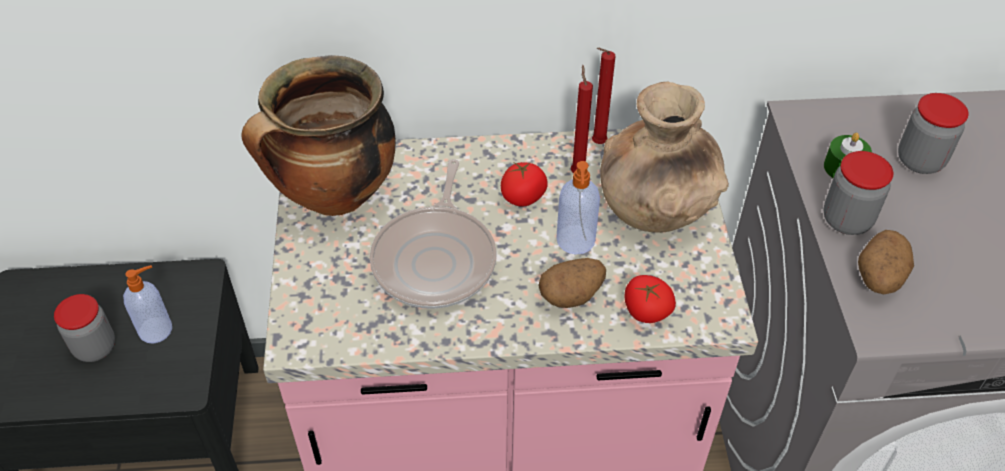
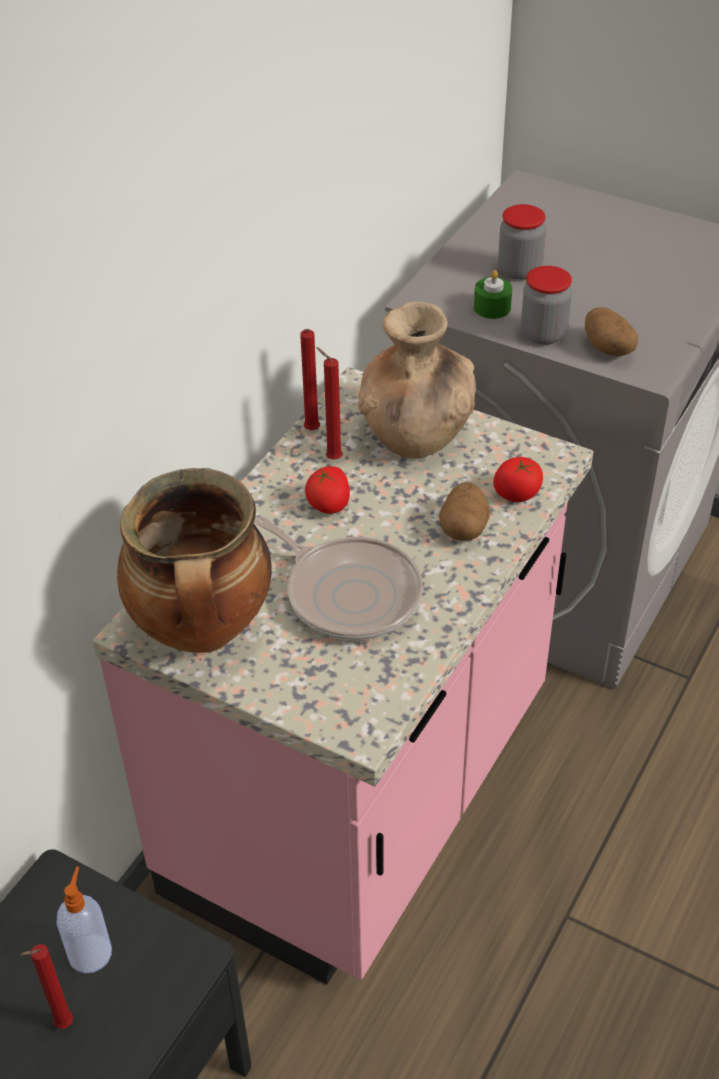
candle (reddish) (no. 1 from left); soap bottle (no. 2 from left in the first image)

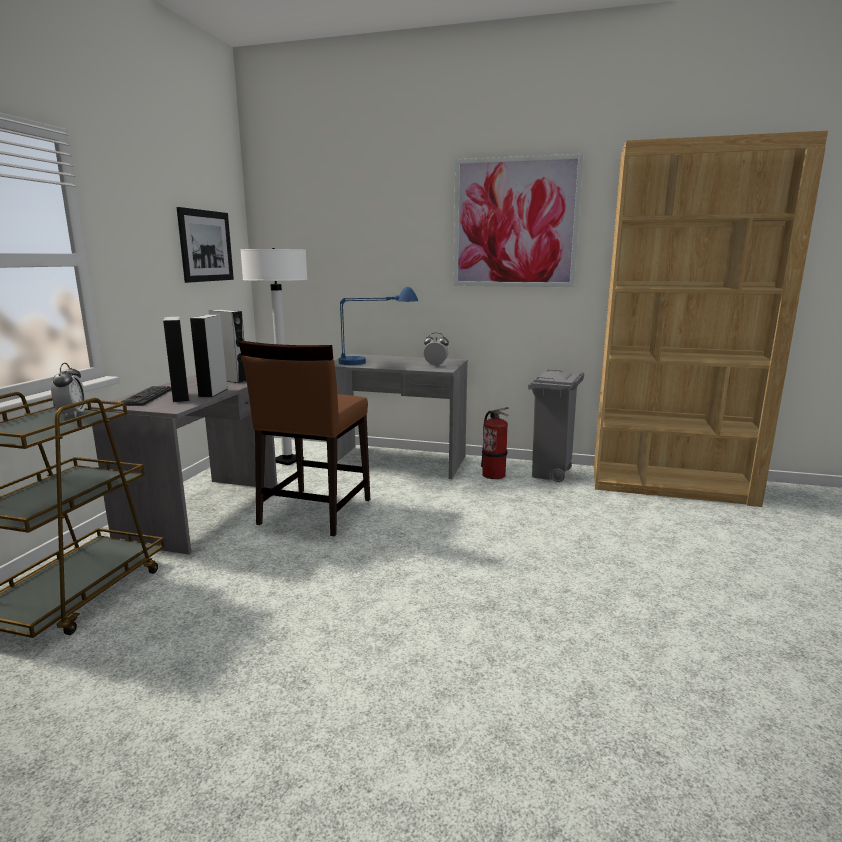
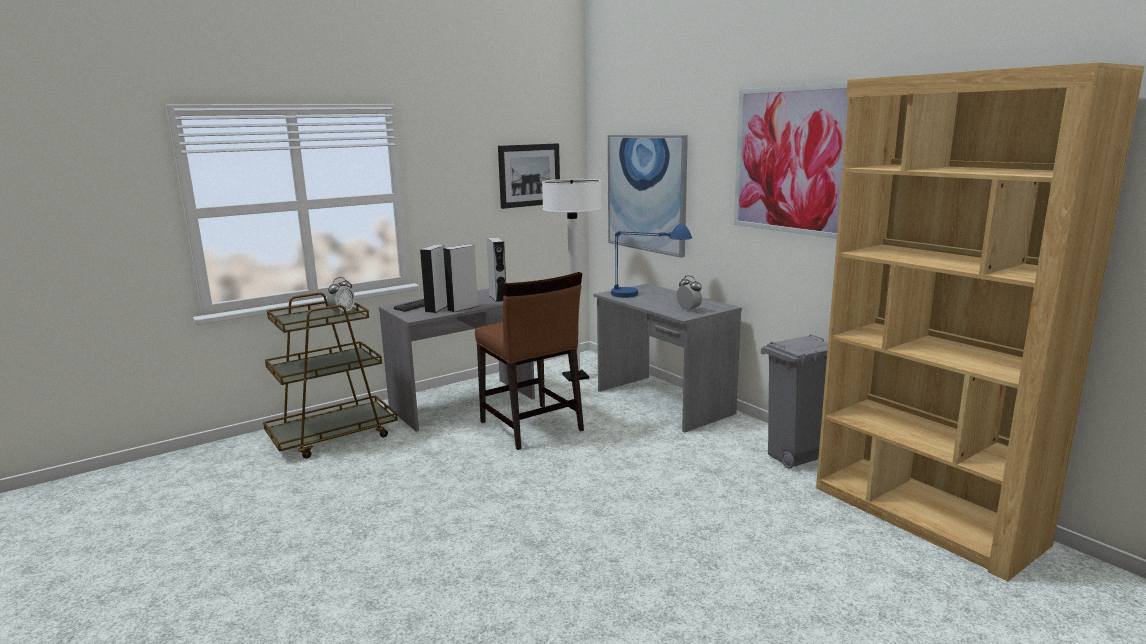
upright chair (brown-coloured); wall picture (no. 2 from left); fire extinguisher

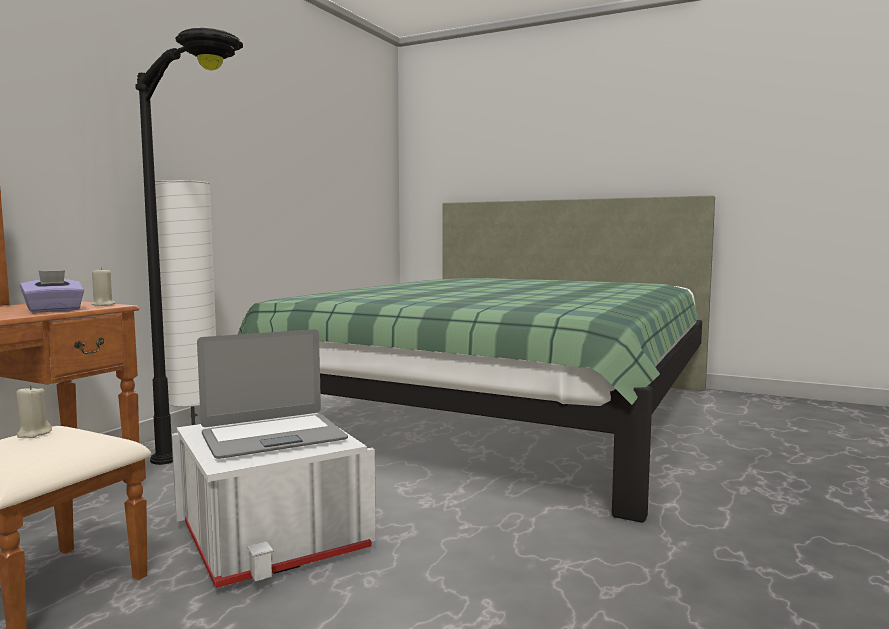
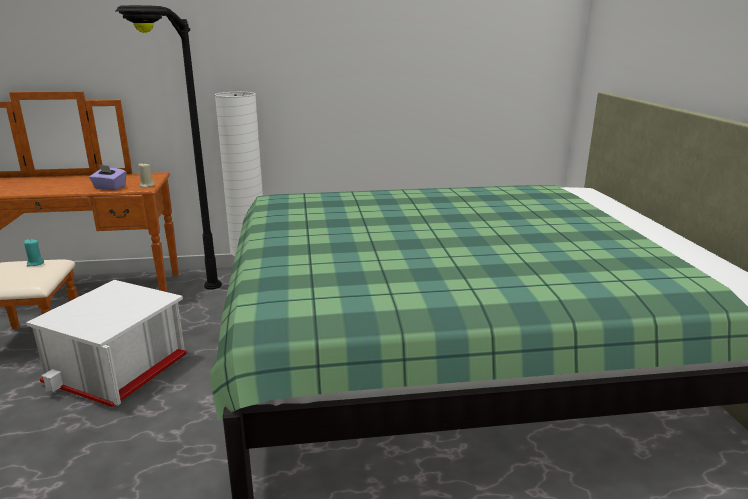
candle (blue-green); portable computer

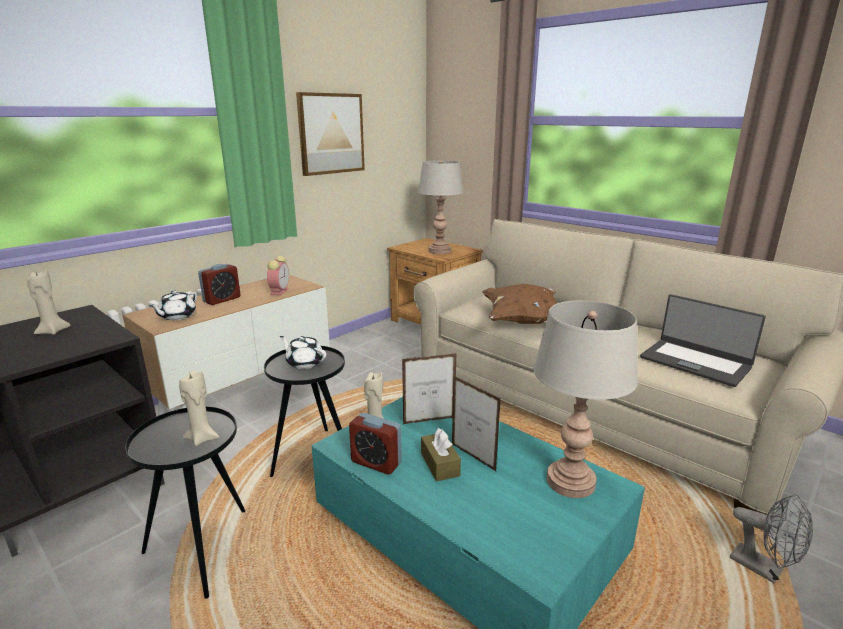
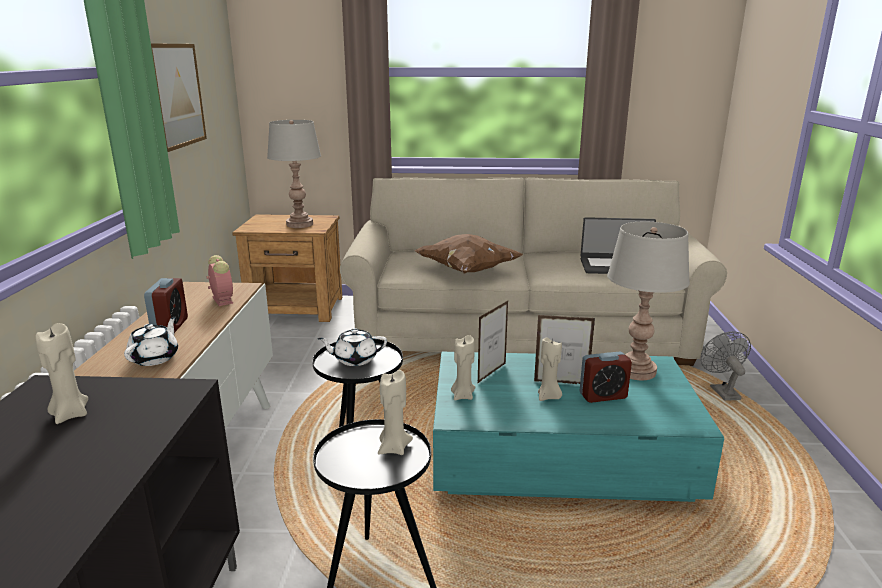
pot for tea (white-coloured) (no. 1 from left); candle (beige-coloured) (no. 4 from left); alarm clock (no. 3 from left); fan (greyish)

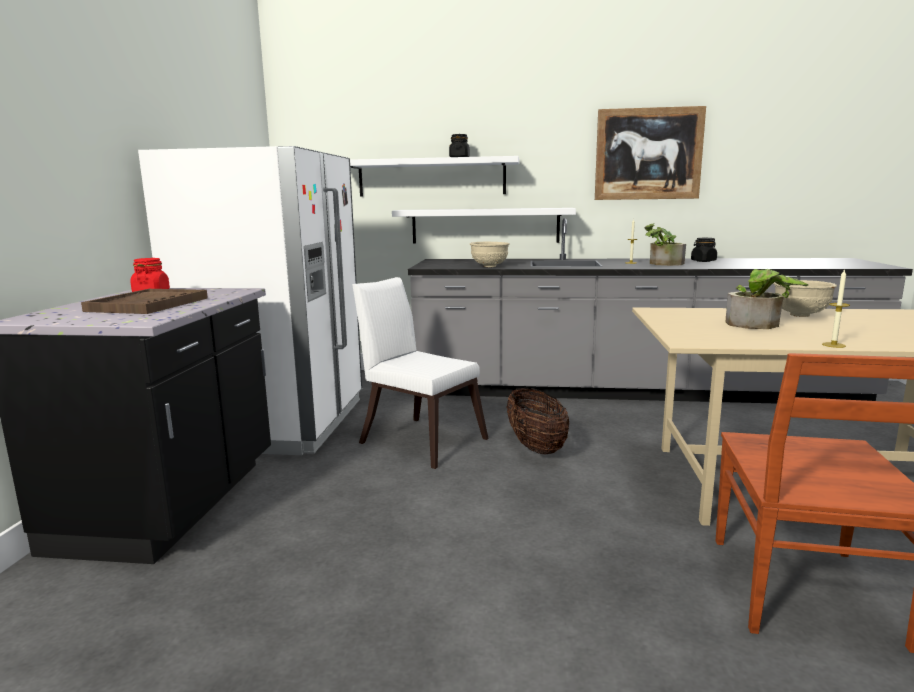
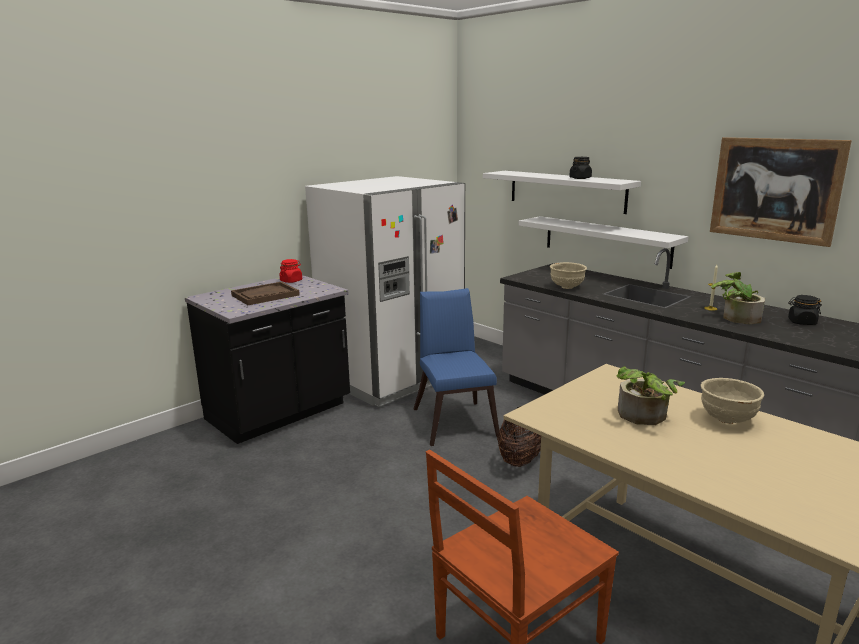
upright chair (blue); candle (no. 2 from left in the first image)

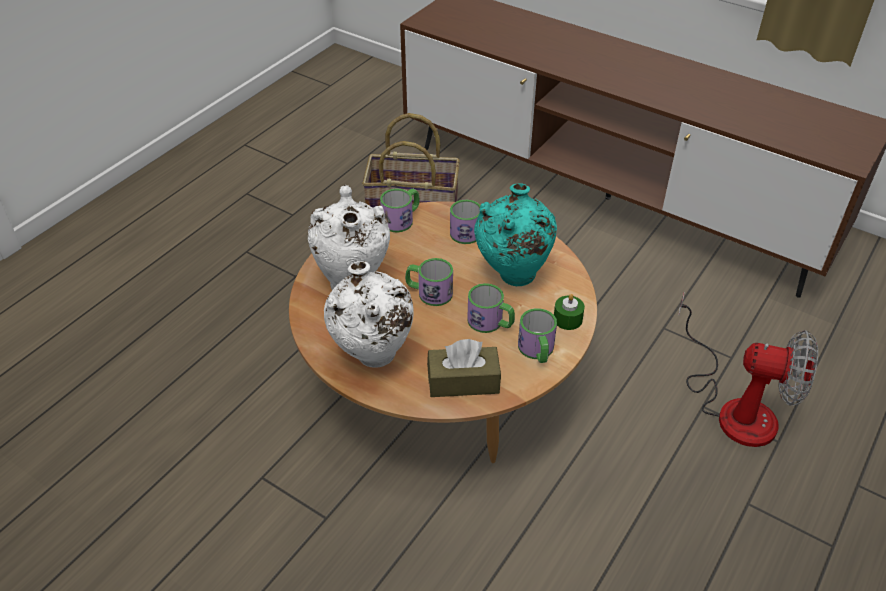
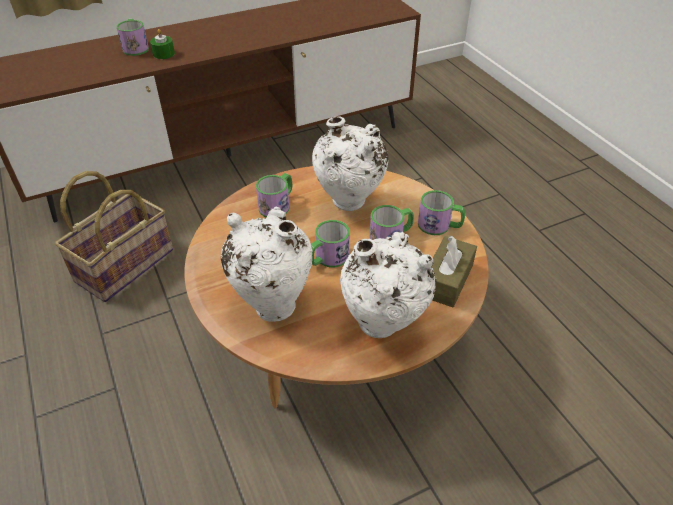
coffee mug (no. 1 from left); candle (greenish); vase (white-coloured) (no. 2 from left); fan

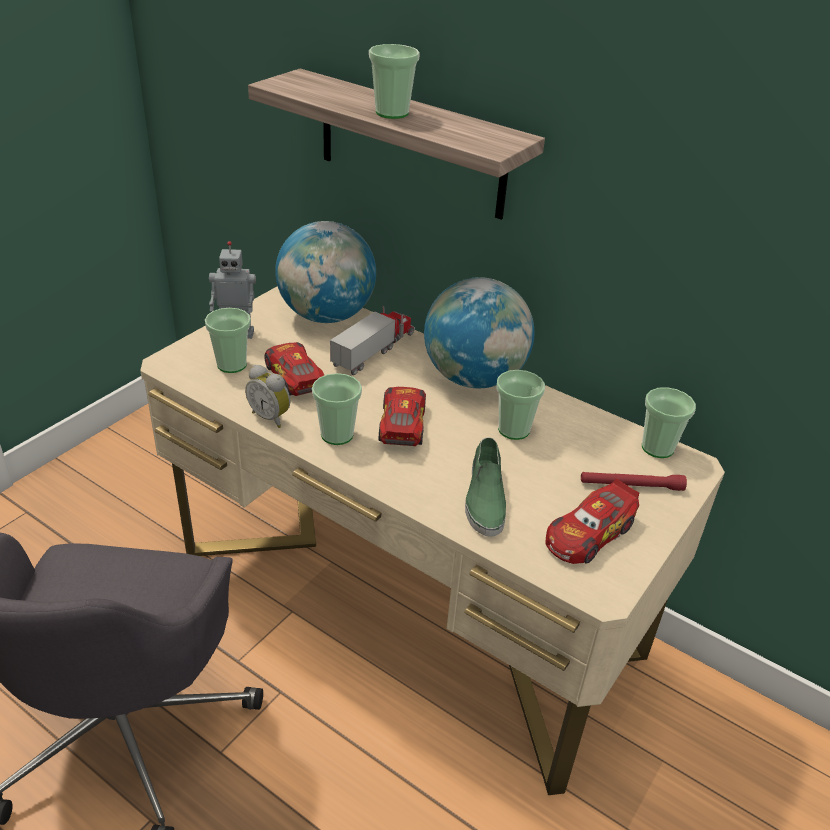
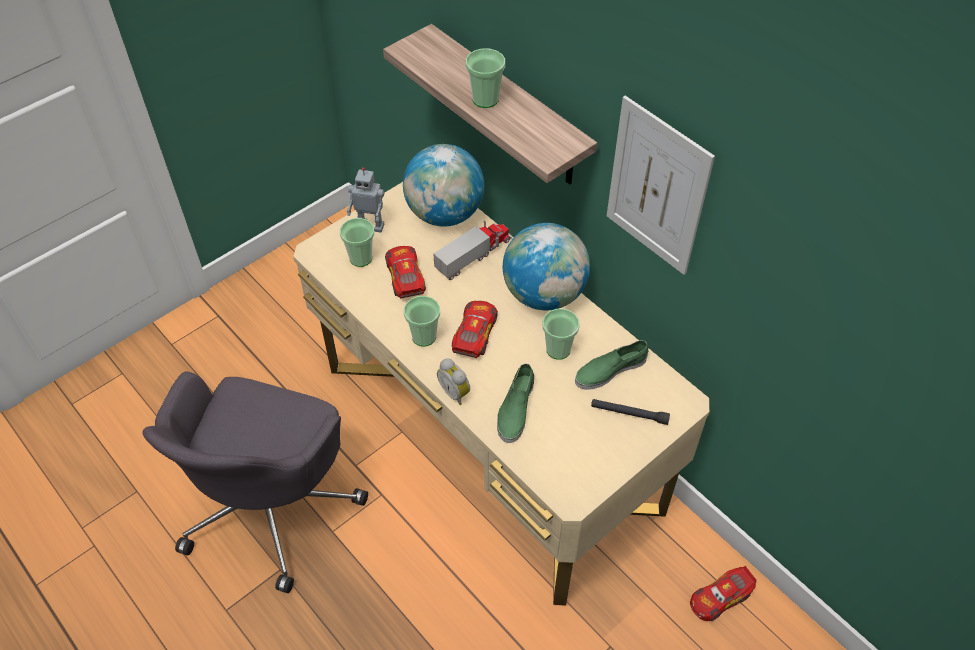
alarm clock; low shoe (greenish) (no. 2 from left); hand torch (blackish); wall picture; miniature car (no. 3 from left); small cup (no. 5 from left in the first image)

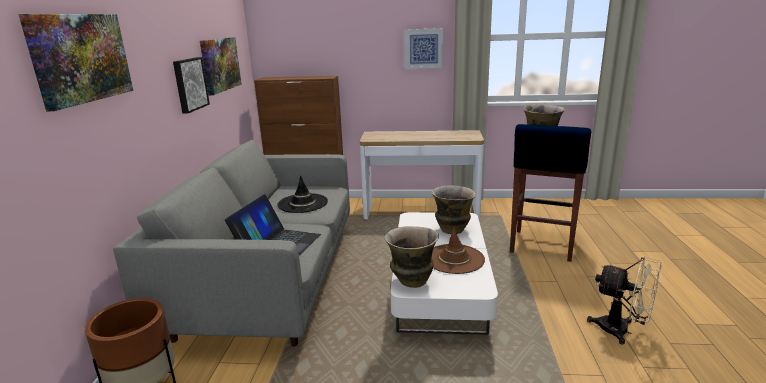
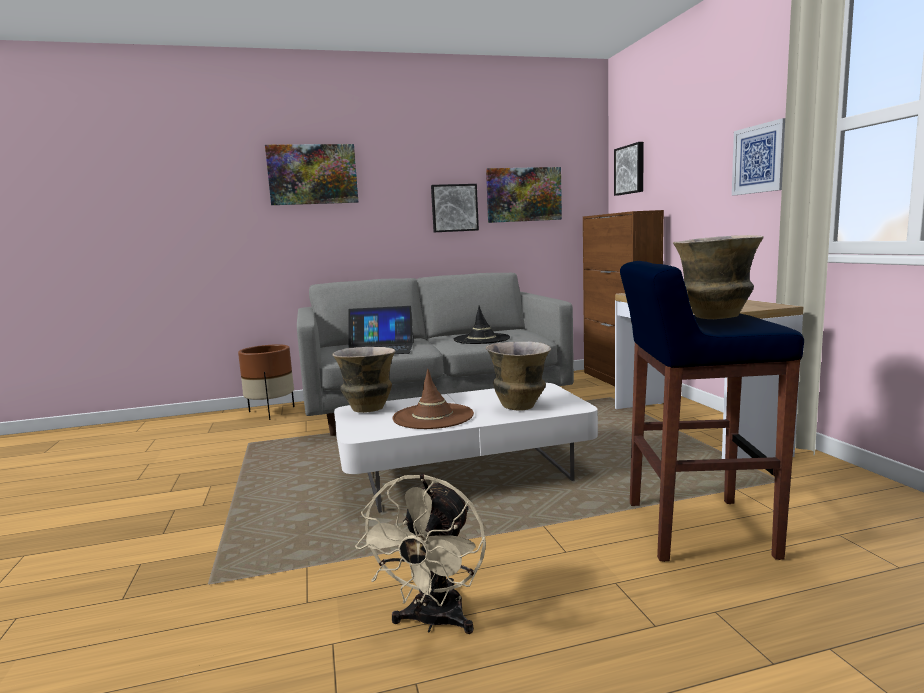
wall picture (no. 4 from left)

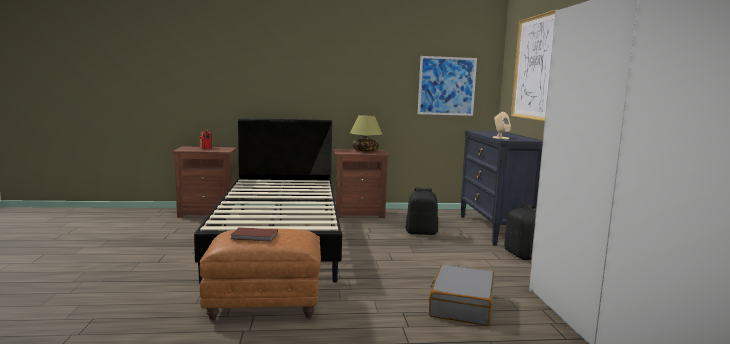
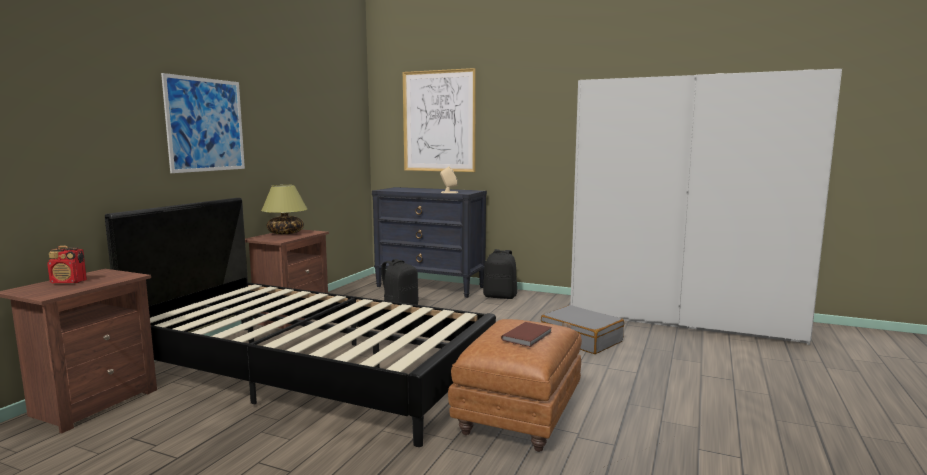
wall picture (no. 1 from left)

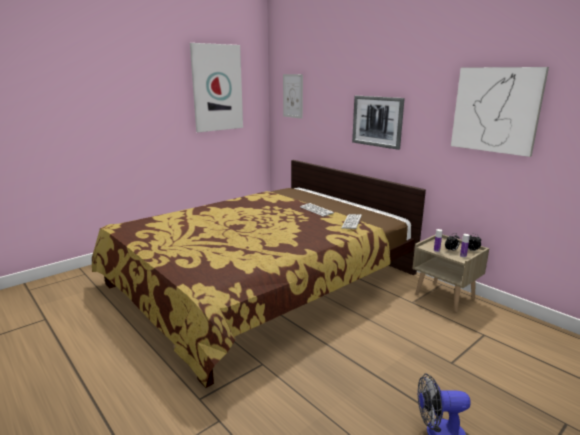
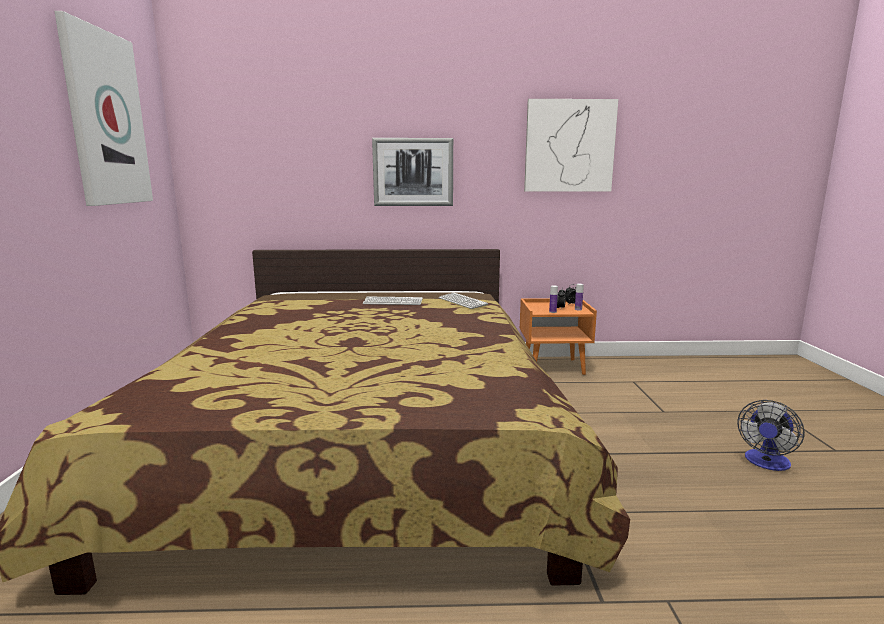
bedside table (orange); wall picture (no. 2 from left in the first image)

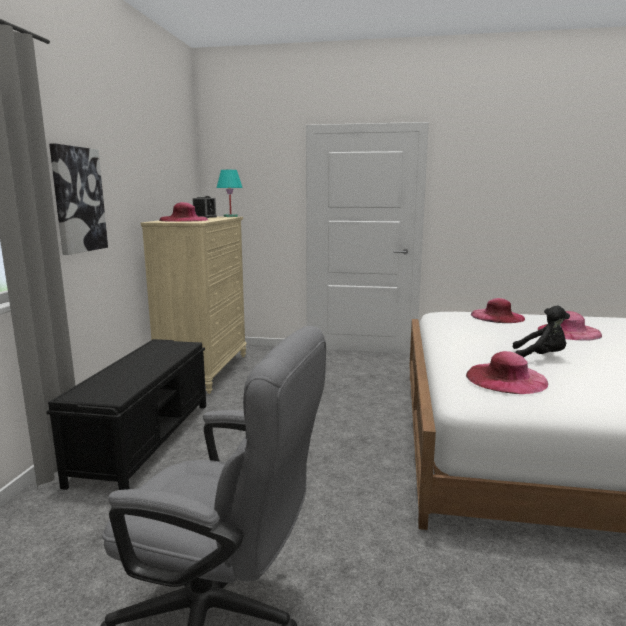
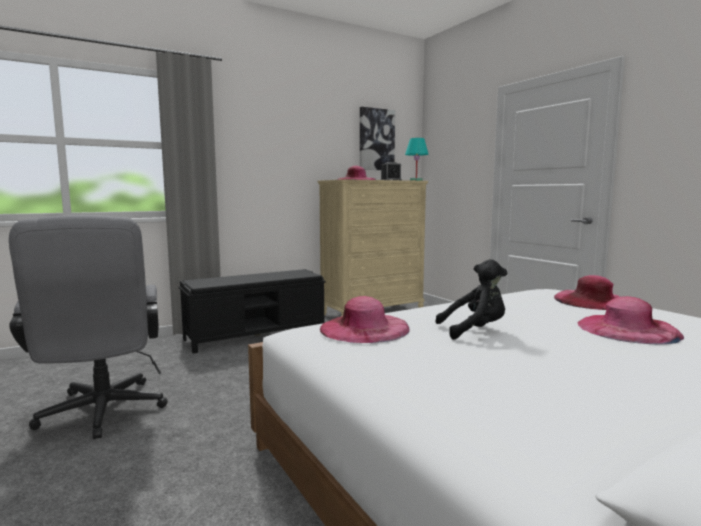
wall picture; cuddly toy (blackish)

